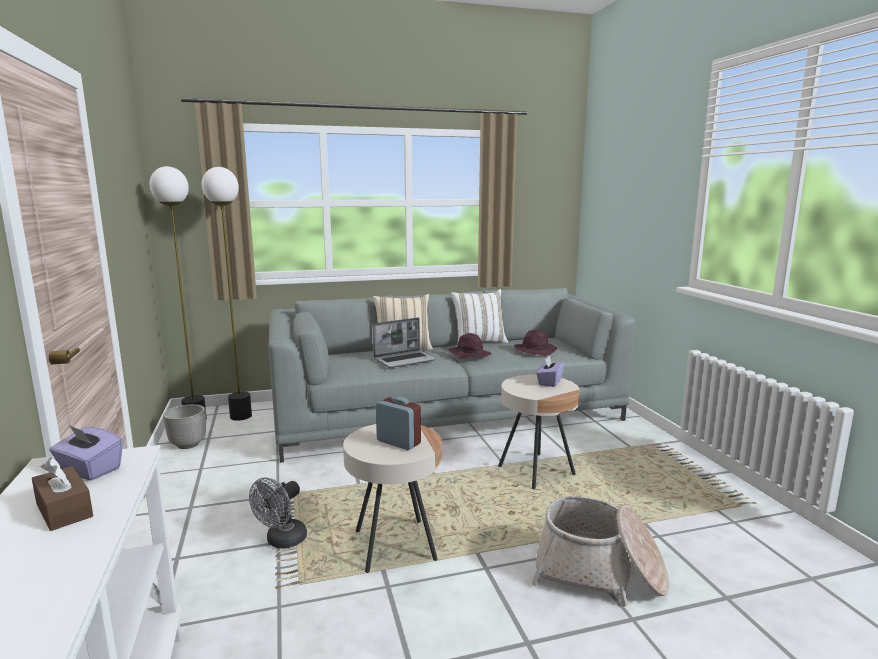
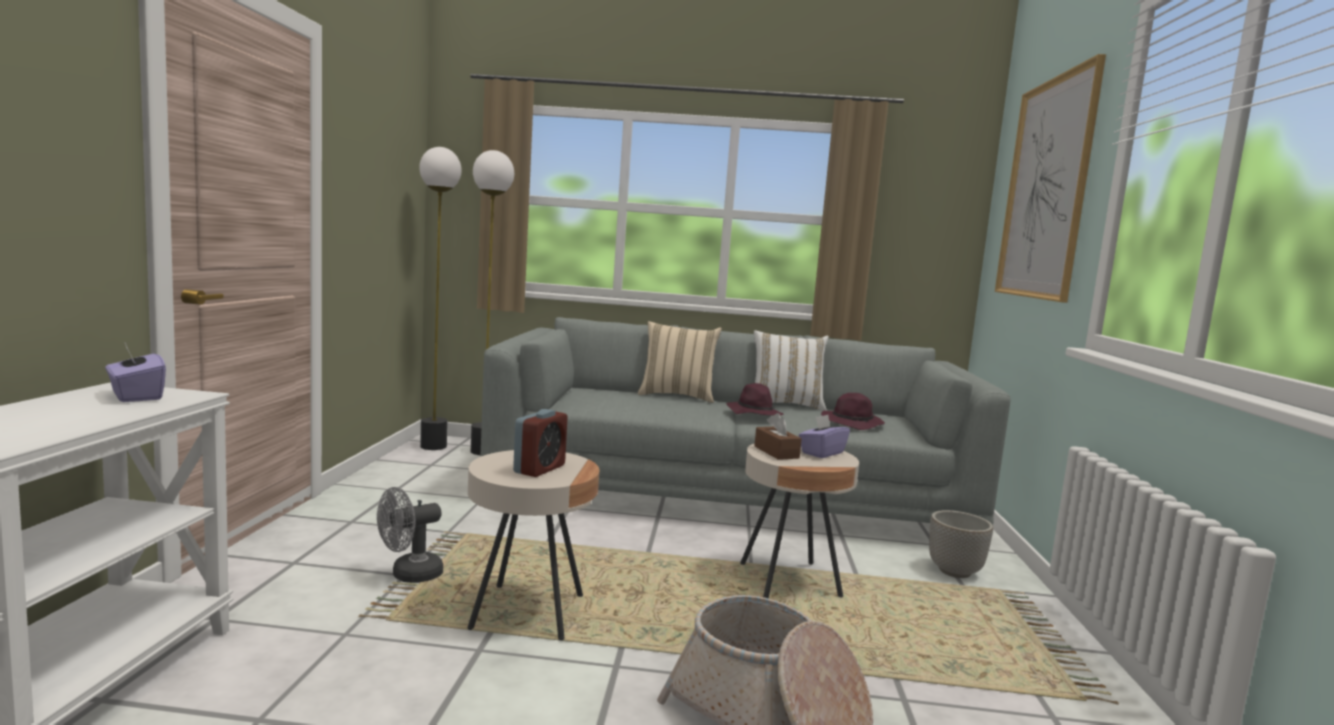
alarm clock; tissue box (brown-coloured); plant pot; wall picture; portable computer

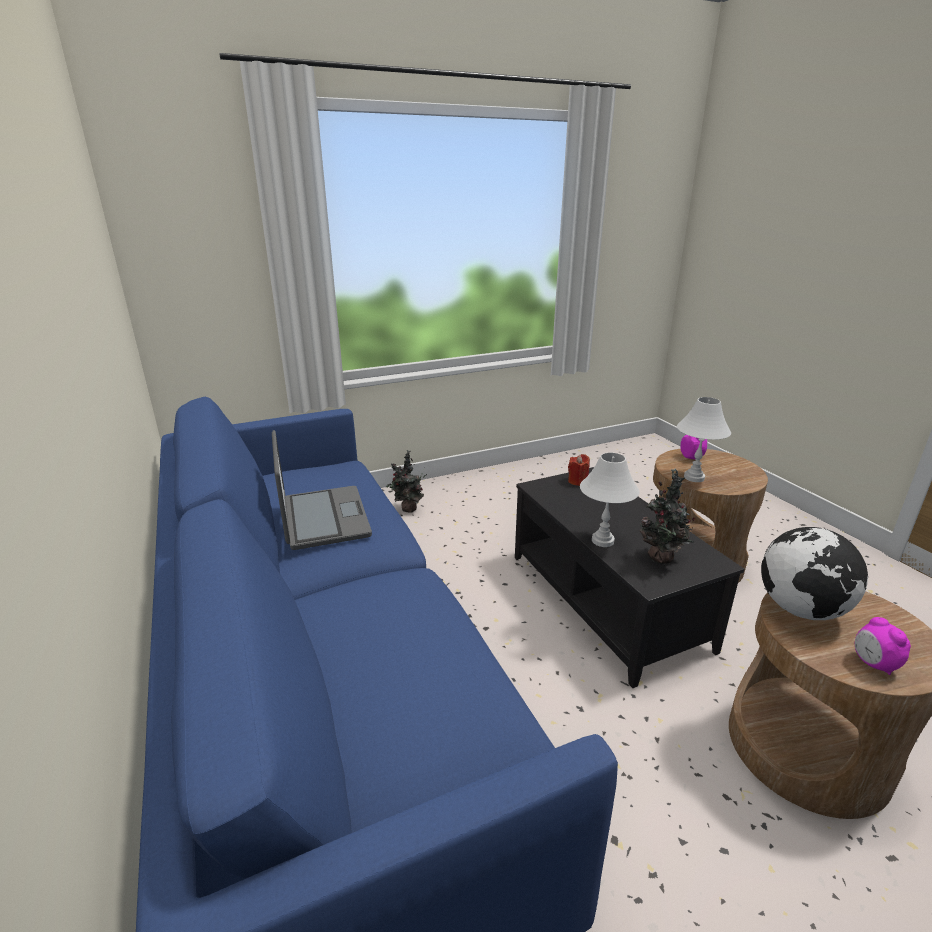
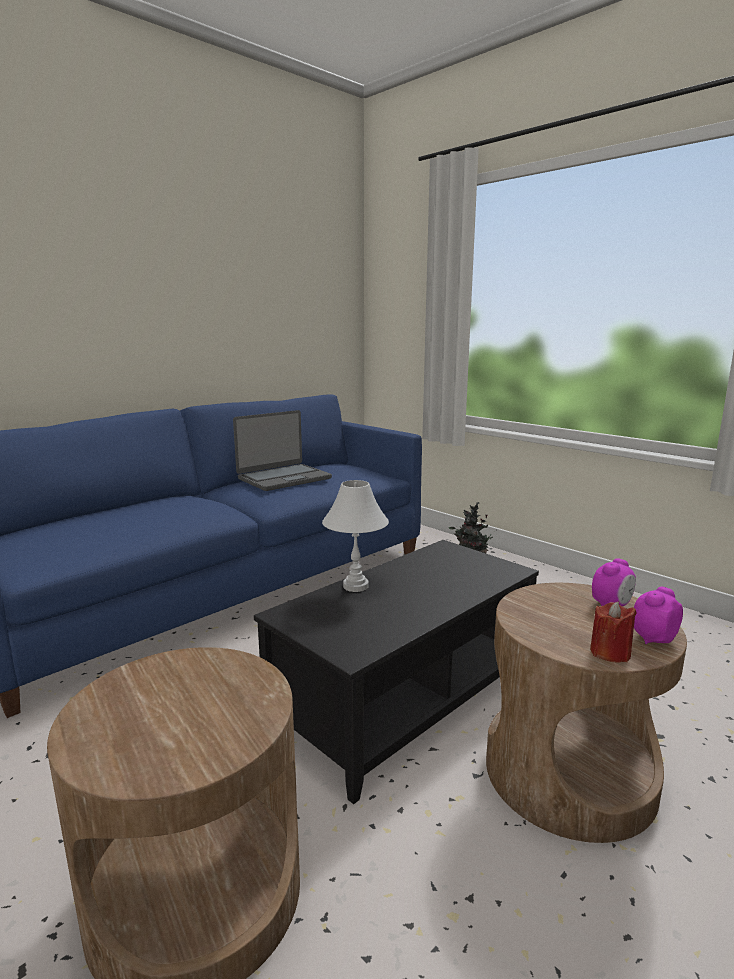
candle (reddish); alarm clock (no. 2 from left); plant in a pot (no. 2 from left in the first image); lamp for a table (white-coloured) (no. 2 from left in the first image); desk globe

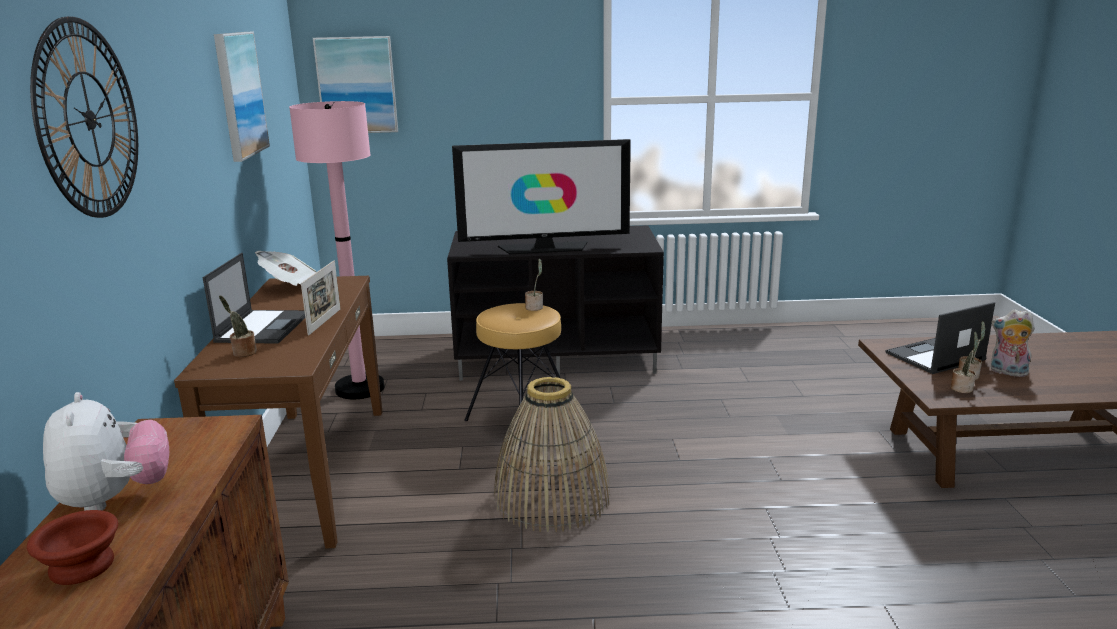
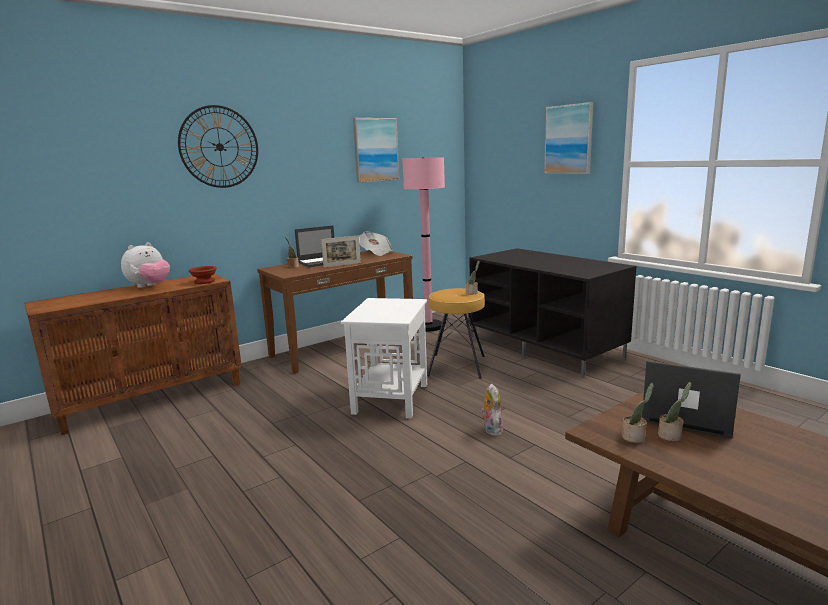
bowl (brown-coloured); side table (white-coloured); cuddly toy (no. 2 from left); wall picture (no. 2 from left); television

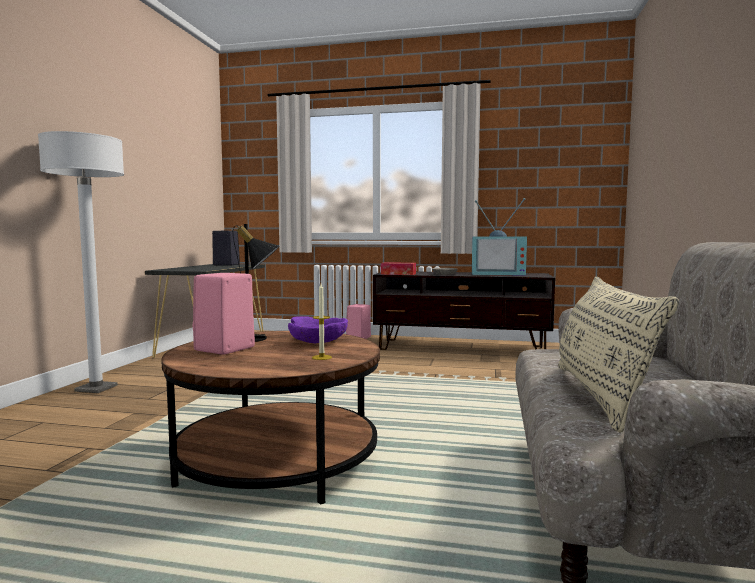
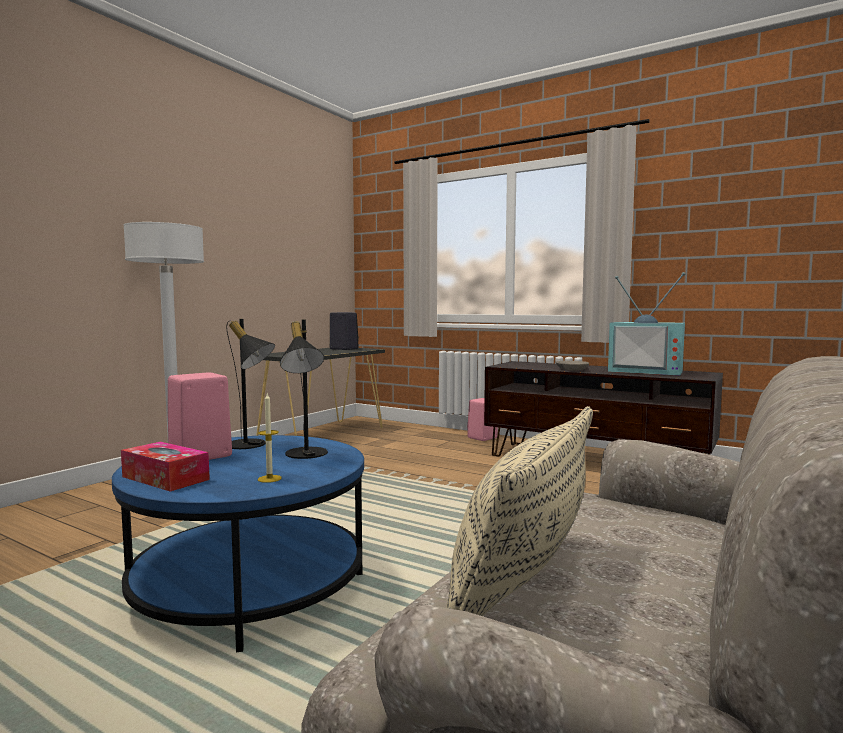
lounge table (blue); tissue box; lamp for a table (blackish) (no. 2 from left)

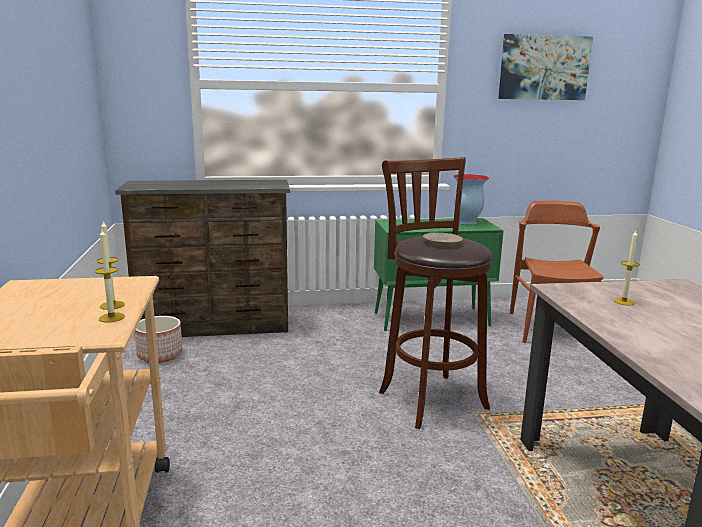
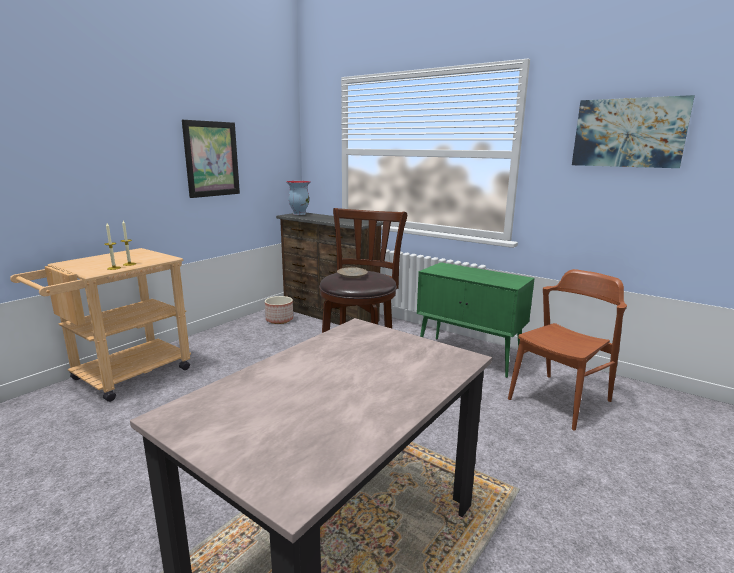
wall picture (no. 1 from left); vase; candle (no. 3 from left in the first image)

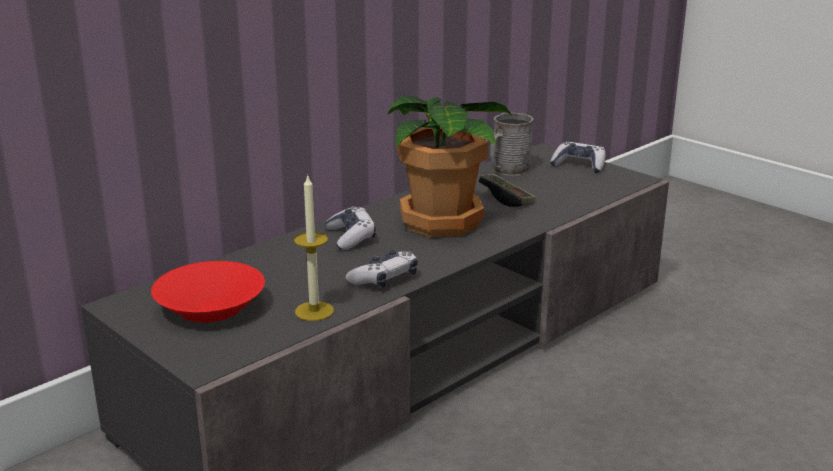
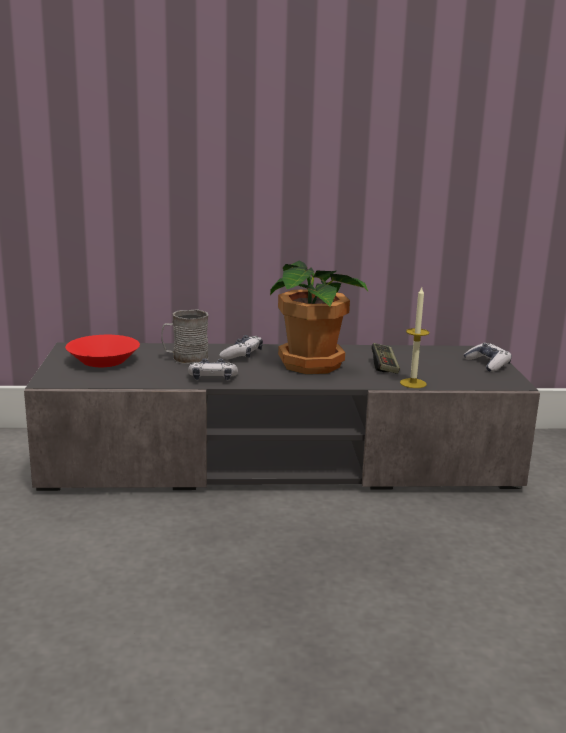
coffee mug (greyish); candle

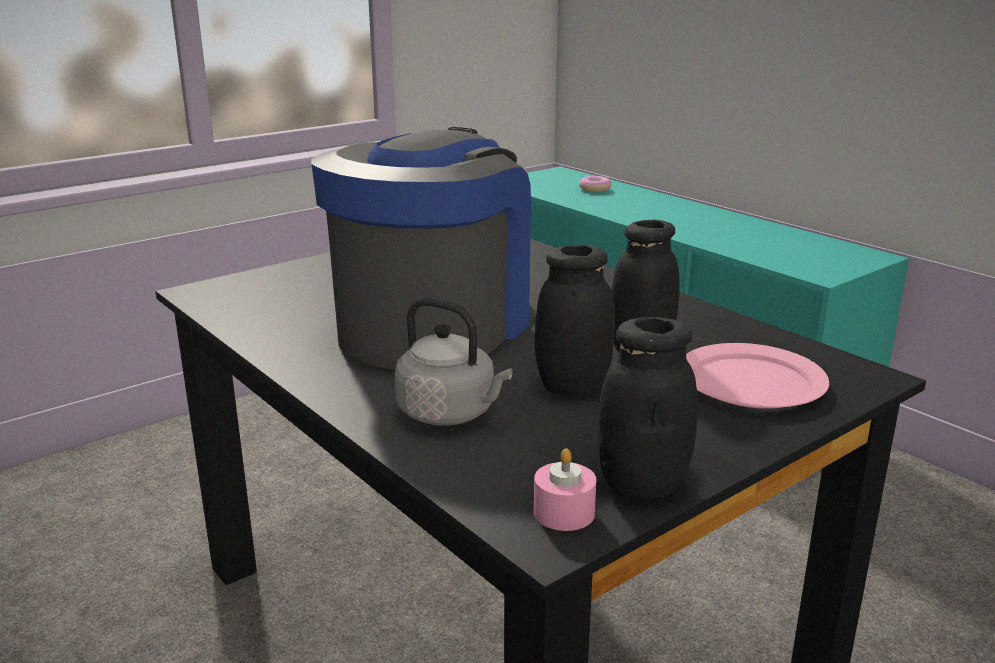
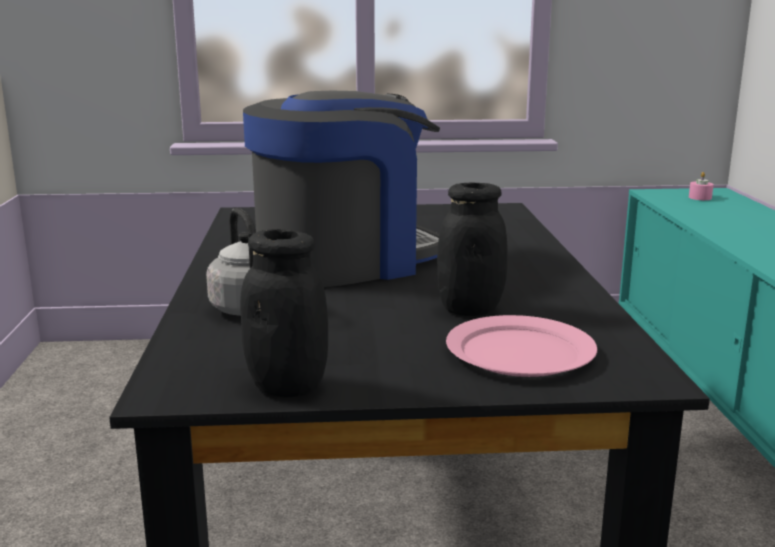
candle (pink); storage jar (blackish) (no. 1 from left in the first image); donut

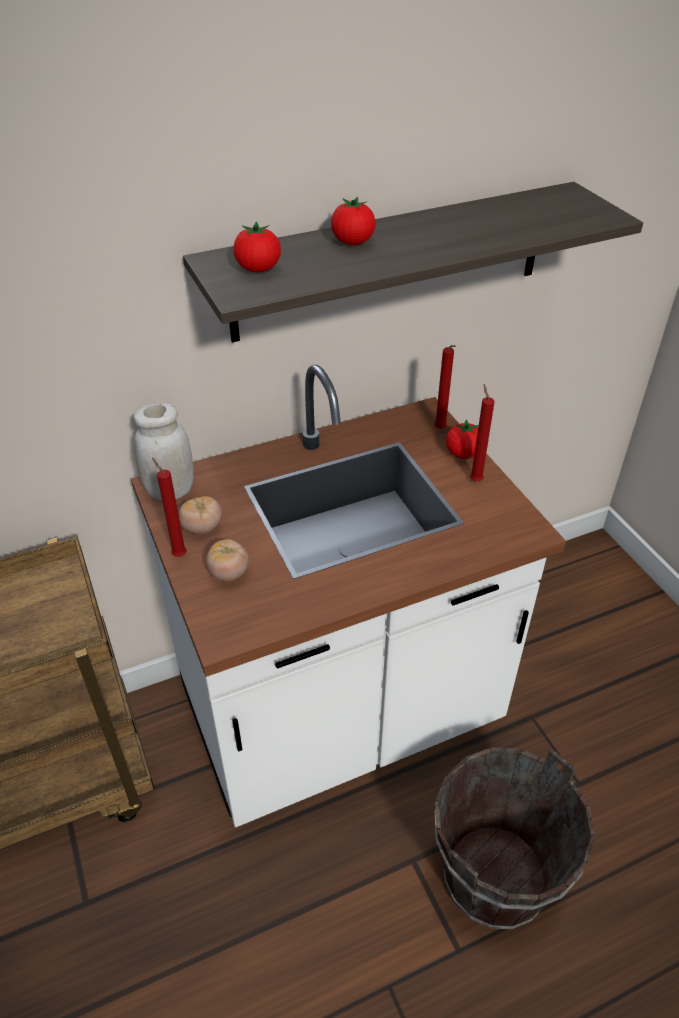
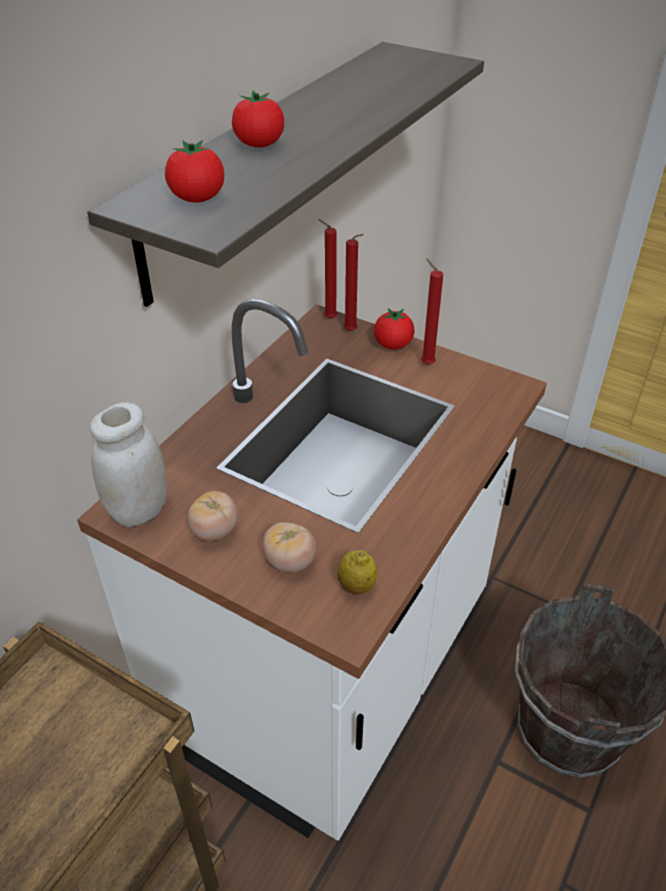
candle (reddish) (no. 1 from left); lemon

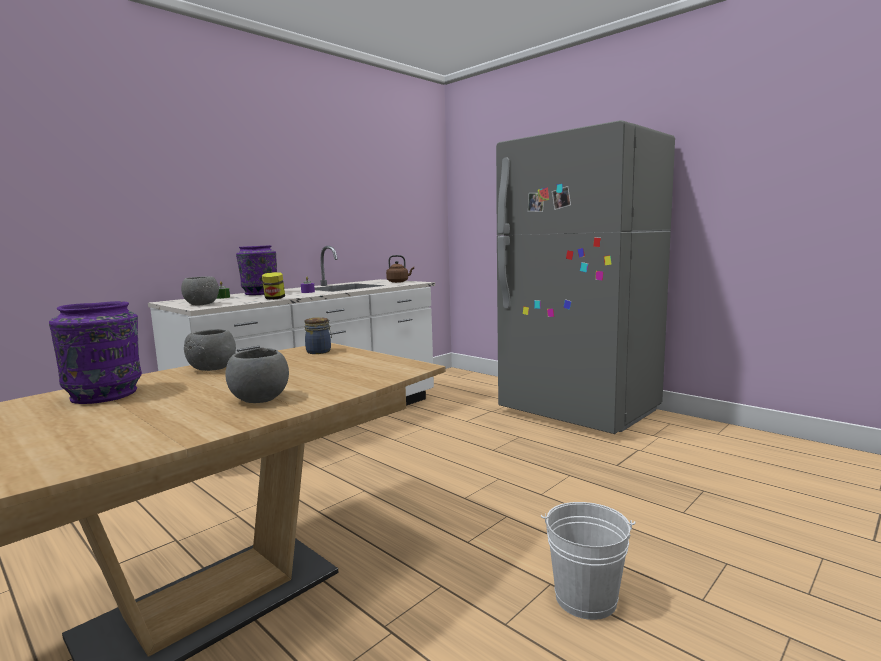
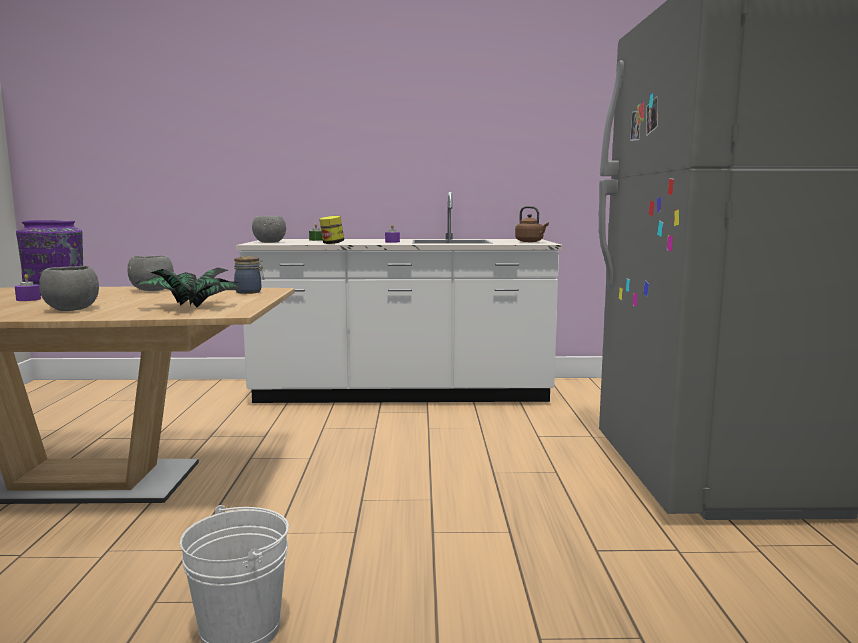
candle (purplish) (no. 1 from left); plant in a pot; vase (purplish) (no. 2 from left in the first image)

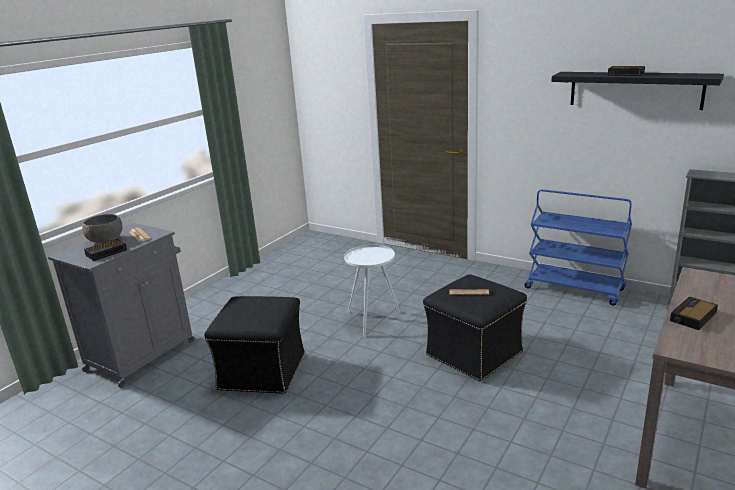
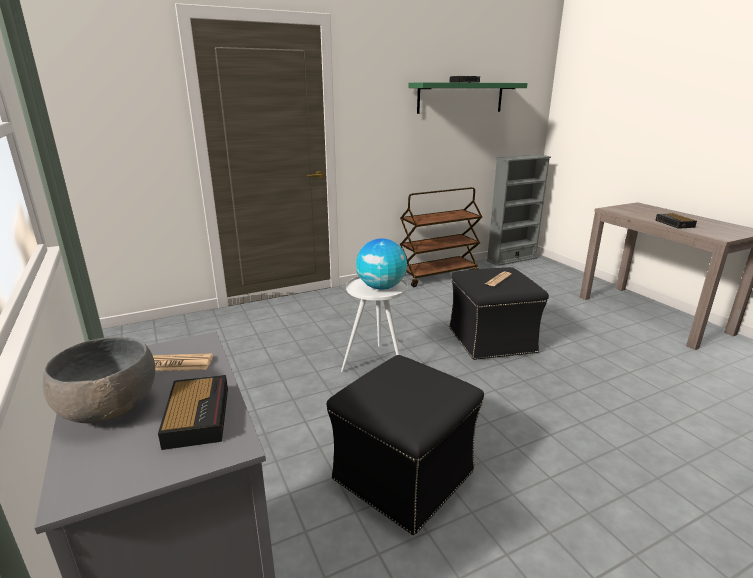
desk globe; cart (brown-coloured); wall shelf (greenish)

